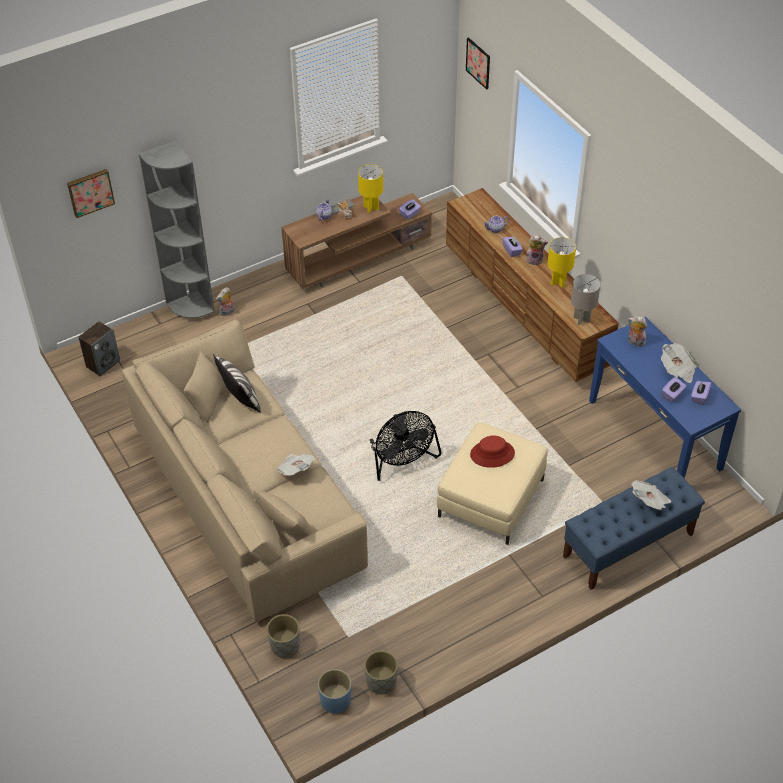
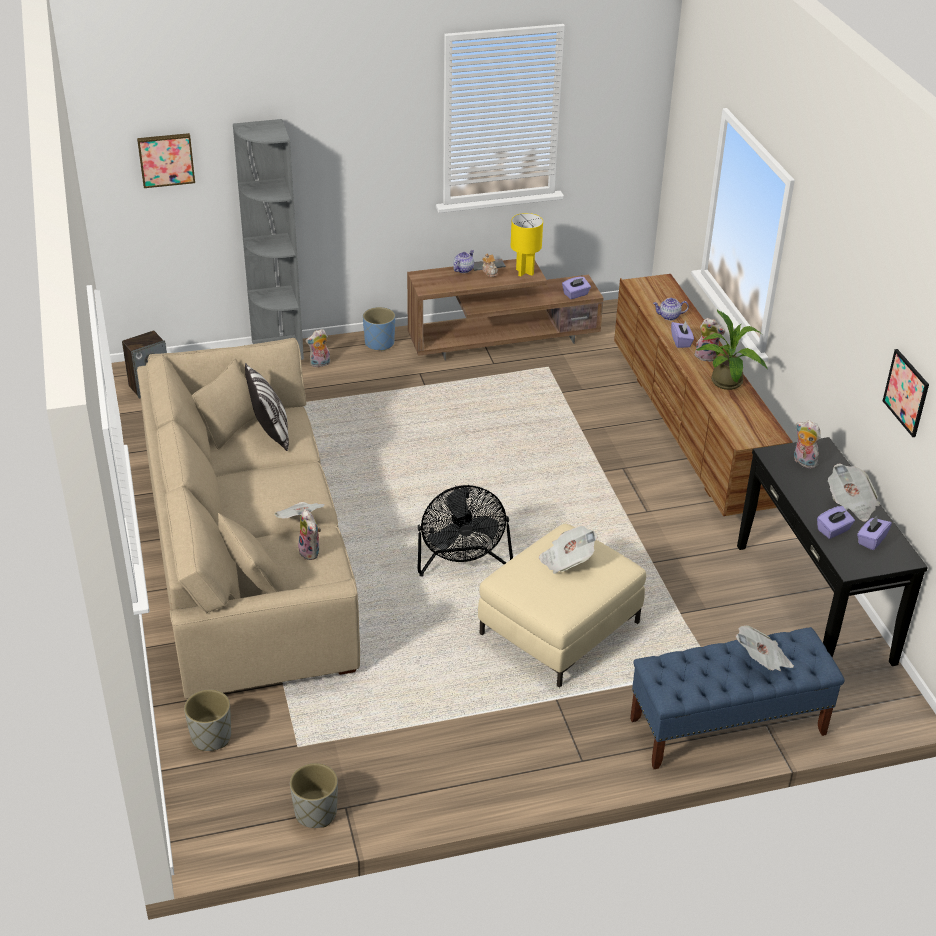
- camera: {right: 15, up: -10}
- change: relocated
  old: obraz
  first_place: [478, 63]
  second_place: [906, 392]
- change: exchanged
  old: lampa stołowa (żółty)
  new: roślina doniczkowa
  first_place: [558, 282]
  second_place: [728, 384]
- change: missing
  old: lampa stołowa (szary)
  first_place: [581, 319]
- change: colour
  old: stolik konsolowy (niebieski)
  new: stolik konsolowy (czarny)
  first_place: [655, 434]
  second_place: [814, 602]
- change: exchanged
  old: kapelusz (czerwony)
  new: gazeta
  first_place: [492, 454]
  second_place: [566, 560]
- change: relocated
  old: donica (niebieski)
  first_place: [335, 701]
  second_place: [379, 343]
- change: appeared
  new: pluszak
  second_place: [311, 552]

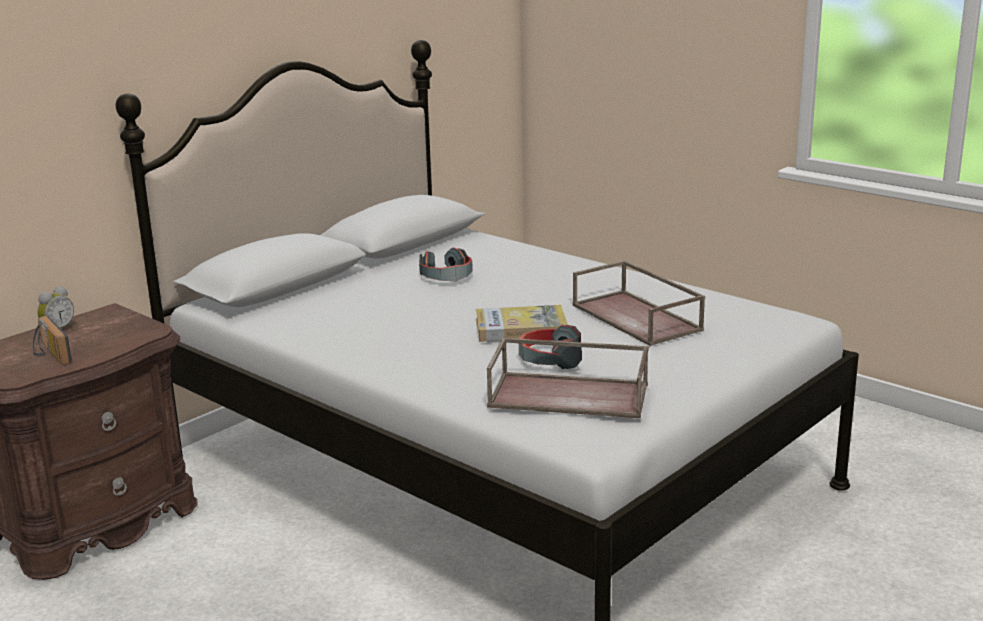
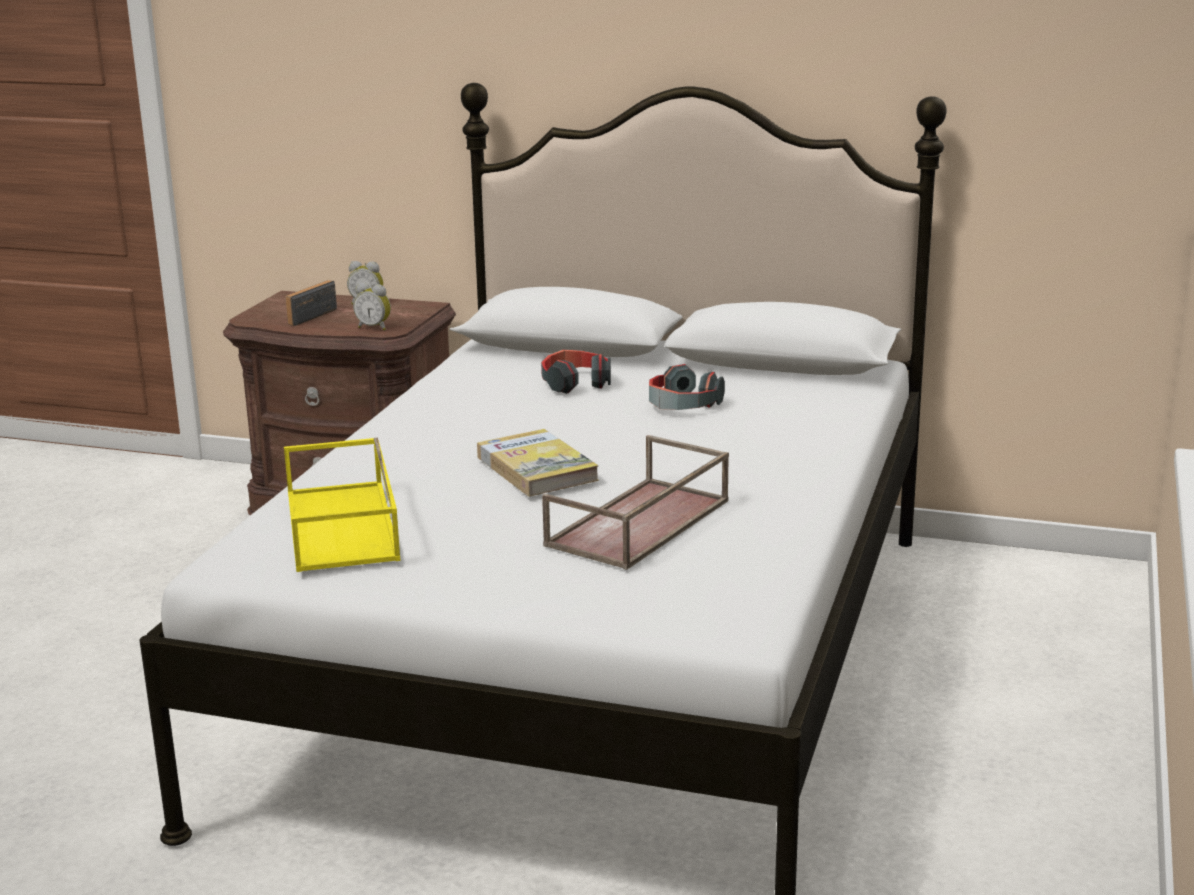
- camera: {right: 65, up: 0}
- change: relocated
  old: słuchawki
  first_place: [550, 359]
  second_place: [575, 383]
- change: colour
  old: taca (brązowy)
  new: taca (żółty)
  first_place: [570, 395]
  second_place: [344, 526]
- change: appeared
  new: budzik
  second_place: [374, 327]

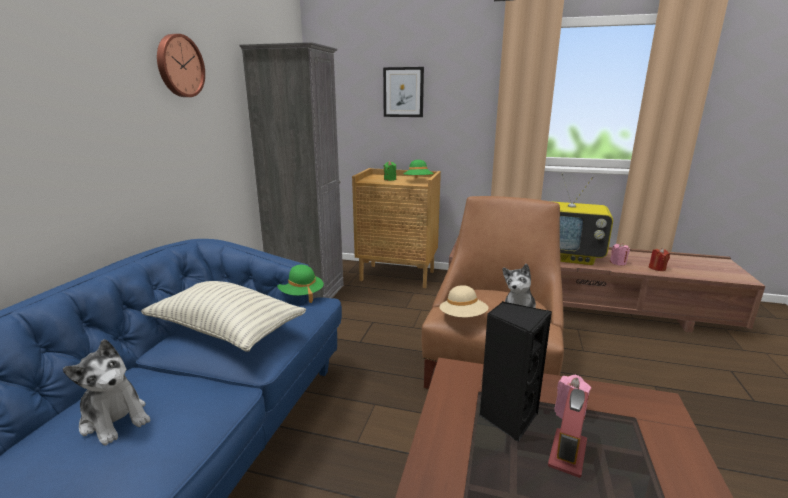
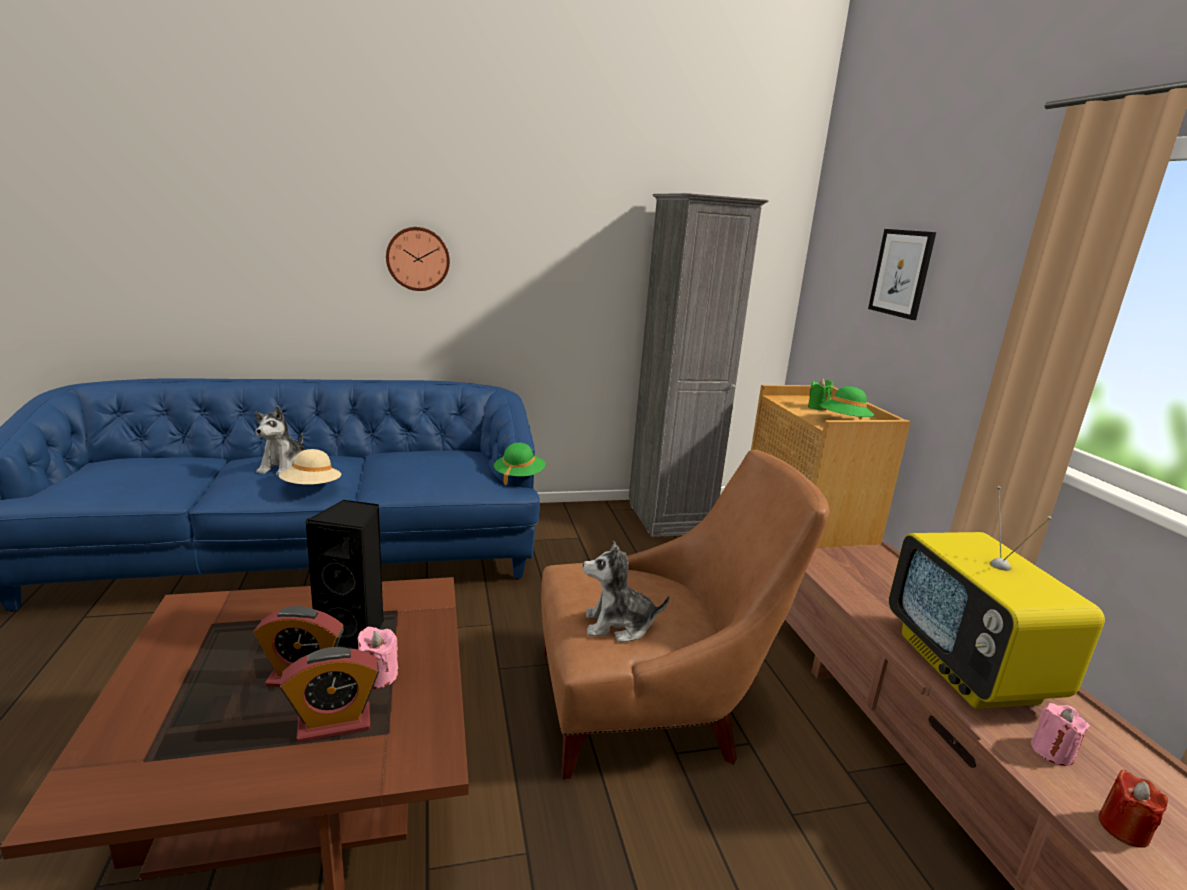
- camera: {right: 60, up: 0}
- change: relocated
  old: zegar ścienny
  first_place: [179, 66]
  second_place: [418, 258]
- change: missing
  old: poduszka
  first_place: [226, 330]
- change: relocated
  old: kapelusz (beżowy)
  first_place: [463, 318]
  second_place: [311, 488]
- change: appeared
  new: budzik
  second_place: [334, 723]

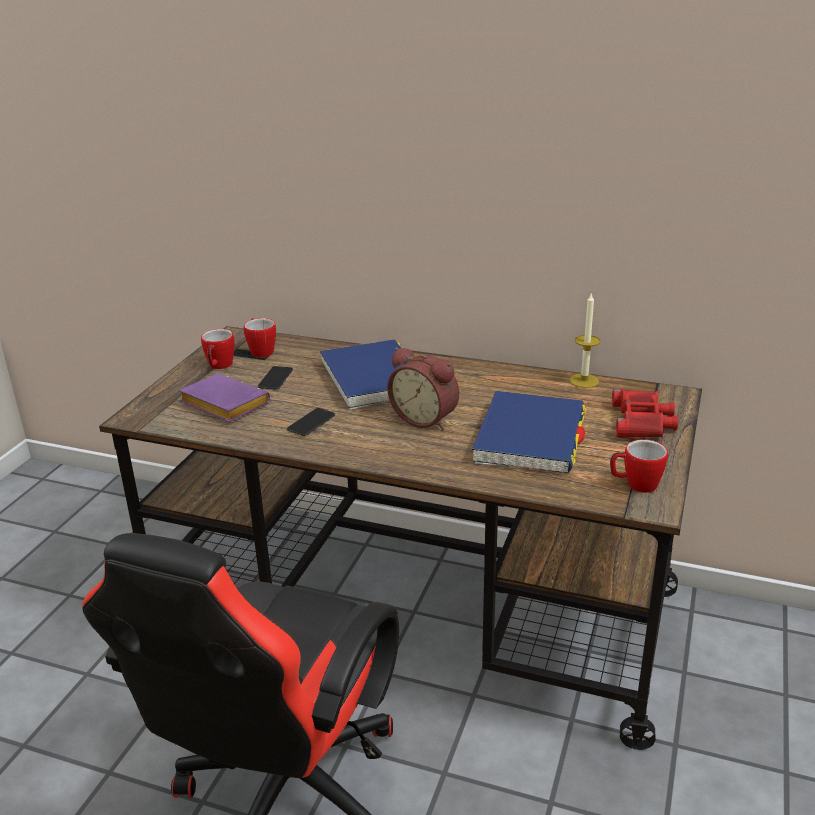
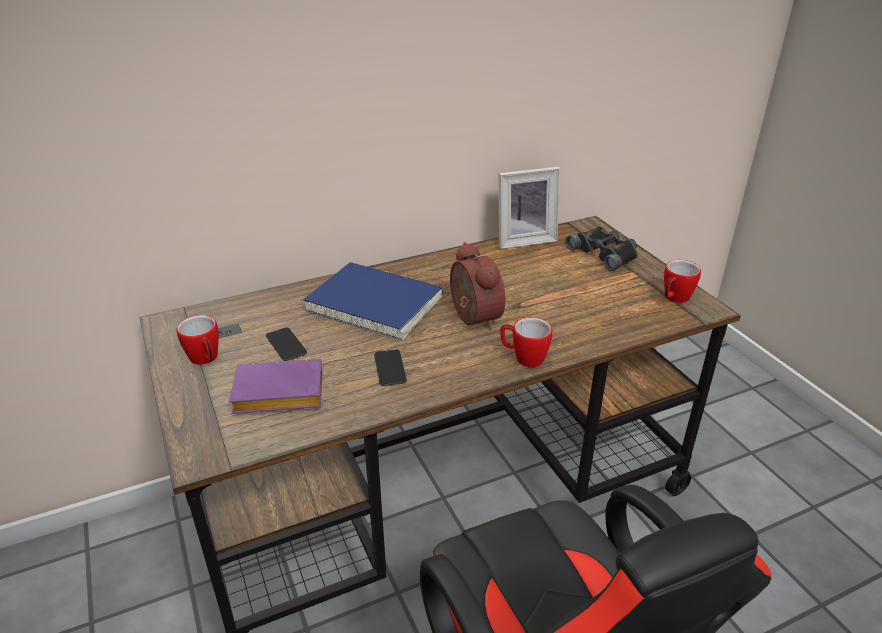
- camera: {right: -45, up: 5}
- change: exchanged
  old: świeca
  new: ramka na zdjęcie
  first_place: [584, 381]
  second_place: [524, 239]
- change: relocated
  old: kubek
  first_place: [260, 351]
  second_place: [523, 358]
- change: spun
  old: budzik
  first_place: [426, 418]
  second_place: [472, 318]
  degrees: -105
- change: colour
  old: lornetka (czerwony)
  new: lornetka (czarny)
  first_place: [642, 421]
  second_place: [605, 253]
- change: missing
  old: książka (niebieski)
  first_place: [530, 437]

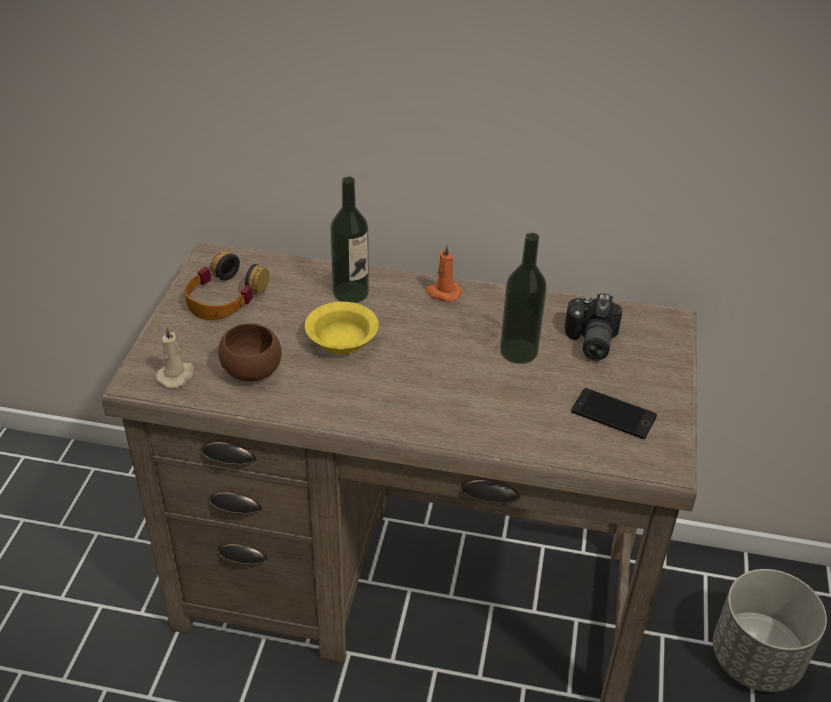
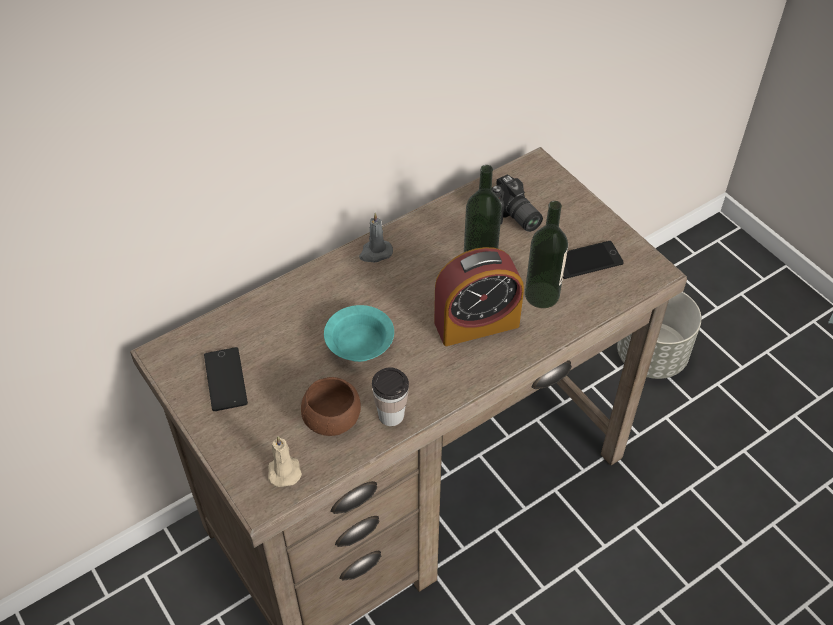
- camera: {right: -45, up: 10}
- change: relocated
  old: butelka
  first_place: [350, 292]
  second_place: [542, 295]
- change: colour
  old: świeca (pomarańczowy)
  new: świeca (szary)
  first_place: [442, 293]
  second_place: [375, 253]
- change: exchanged
  old: słuchawki
  new: telefon
  first_place: [225, 297]
  second_place: [225, 379]
- change: colour
  old: miska (żółty)
  new: miska (turkusowy)
  first_place: [343, 341]
  second_place: [361, 344]
- change: appeared
  new: budzik
  second_place: [476, 323]
- change: appeared
  new: filiżanka
  second_place: [391, 415]

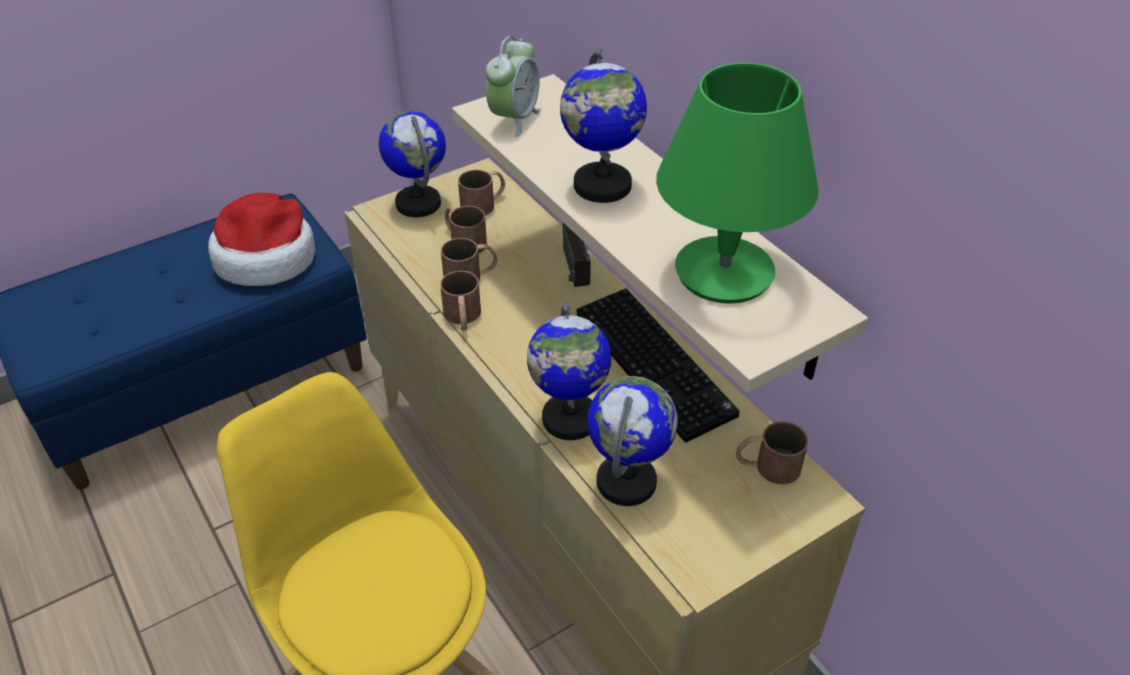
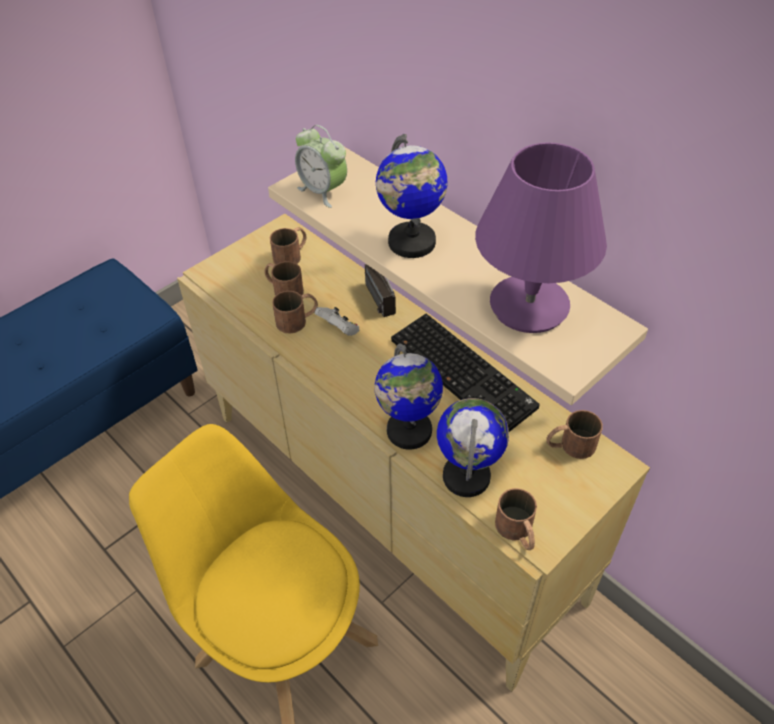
- camera: {right: -10, up: 5}
- change: spun
  old: budzik
  first_place: [514, 119]
  second_place: [323, 191]
  degrees: 120
- change: colour
  old: lampa stołowa (zielony)
  new: lampa stołowa (fioletowy)
  first_place: [723, 273]
  second_place: [528, 306]
- change: missing
  old: globus
  first_place: [418, 203]
- change: missing
  old: kapelusz
  first_place: [267, 257]
- change: relocated
  old: kubek (brązowy)
  first_place: [462, 318]
  second_place: [517, 532]
- change: appeared
  new: pad do gier (biały)
  second_place: [339, 330]

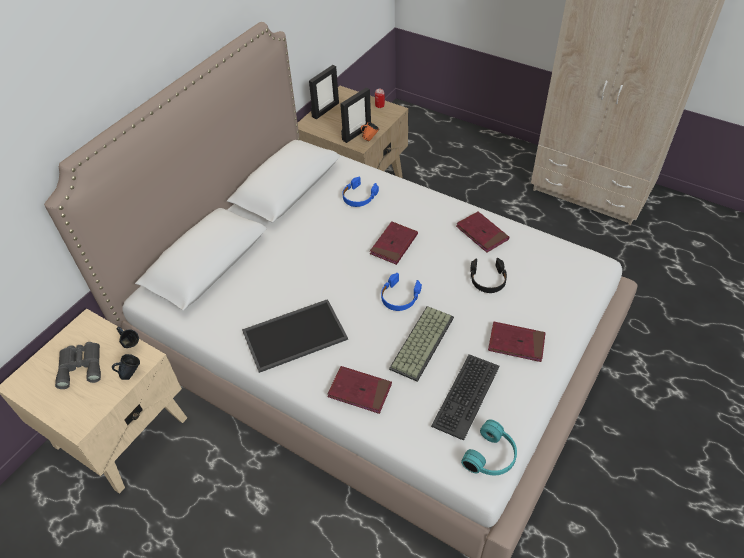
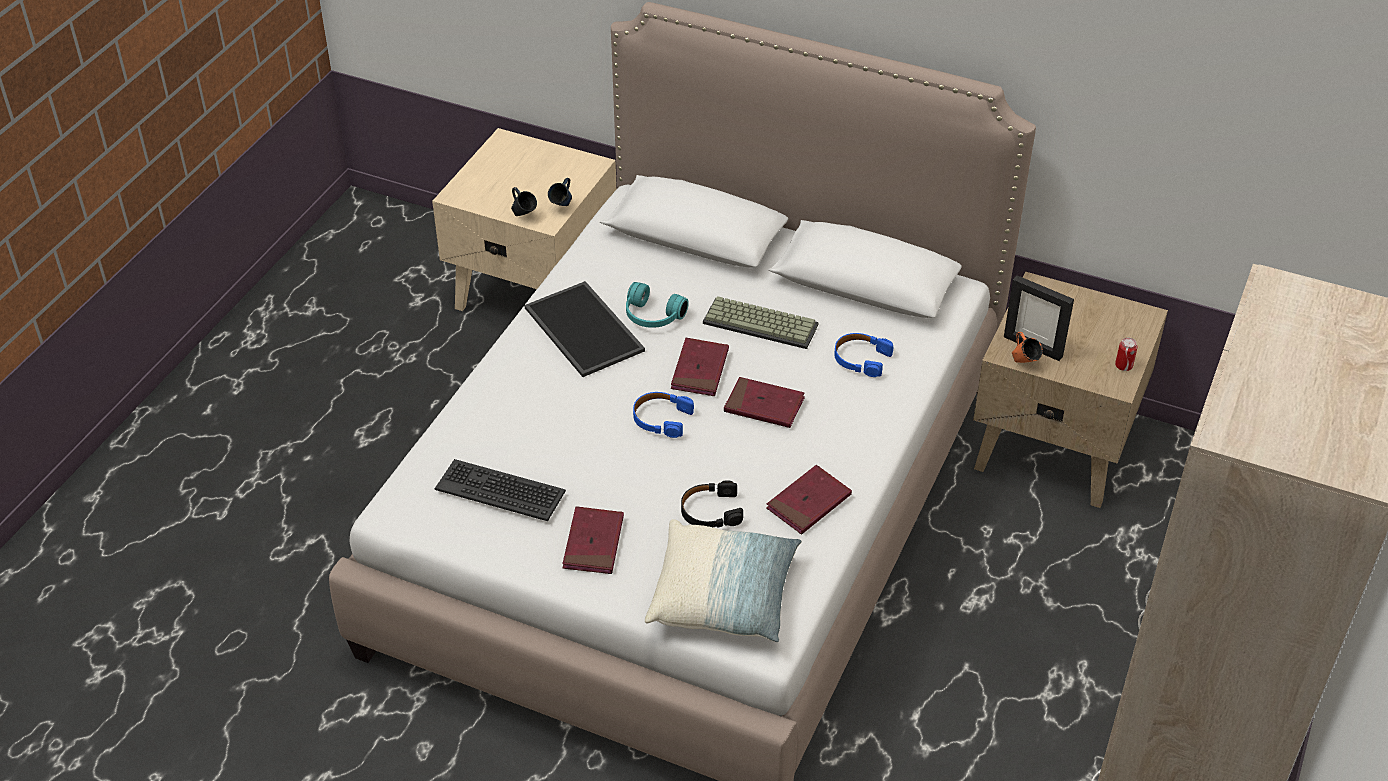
- camera: {right: 80, up: -5}
- change: missing
  old: ramka na zdjęcie
  first_place: [325, 110]
- change: relocated
  old: klawiatura
  first_place: [421, 341]
  second_place: [762, 323]
- change: missing
  old: lornetka (szary)
  first_place: [81, 365]
- change: relocated
  old: książka (czerwony)
  first_place: [360, 391]
  second_place: [700, 370]
- change: relocated
  old: słuchawki (turkusowy)
  first_place: [492, 456]
  second_place: [652, 317]
- change: appeared
  new: poduszka
  second_place: [723, 596]

